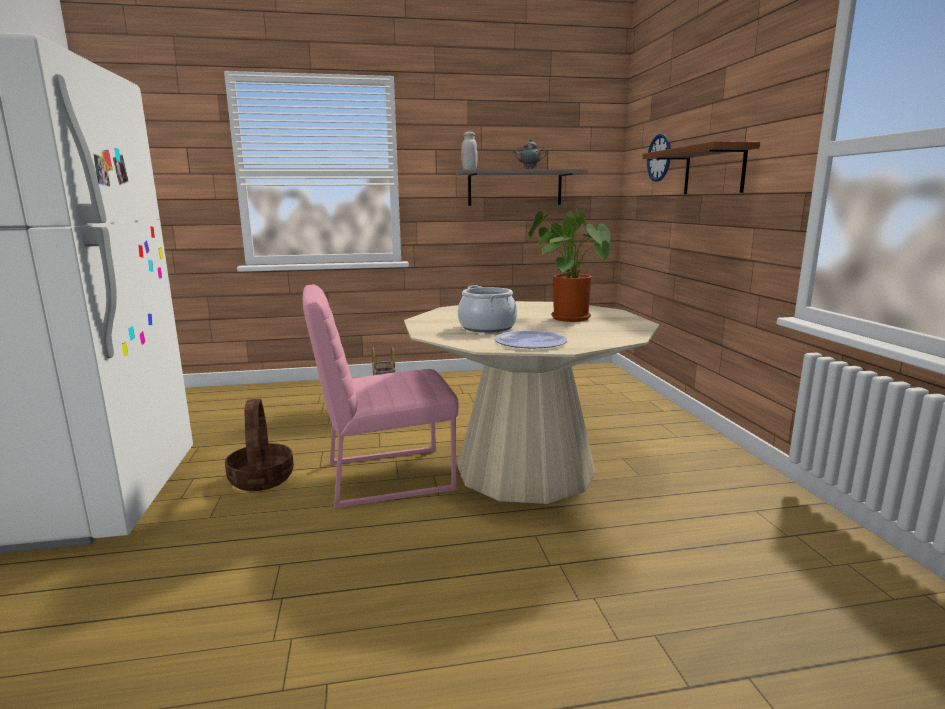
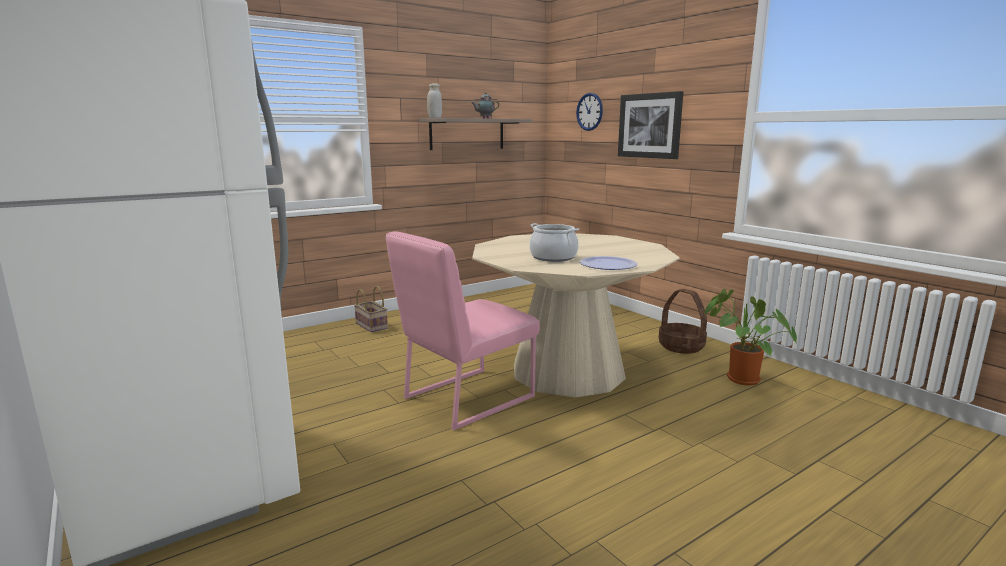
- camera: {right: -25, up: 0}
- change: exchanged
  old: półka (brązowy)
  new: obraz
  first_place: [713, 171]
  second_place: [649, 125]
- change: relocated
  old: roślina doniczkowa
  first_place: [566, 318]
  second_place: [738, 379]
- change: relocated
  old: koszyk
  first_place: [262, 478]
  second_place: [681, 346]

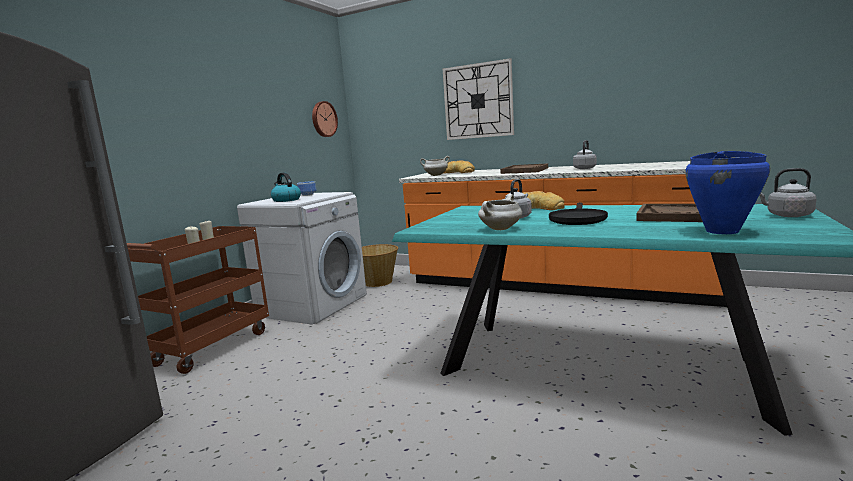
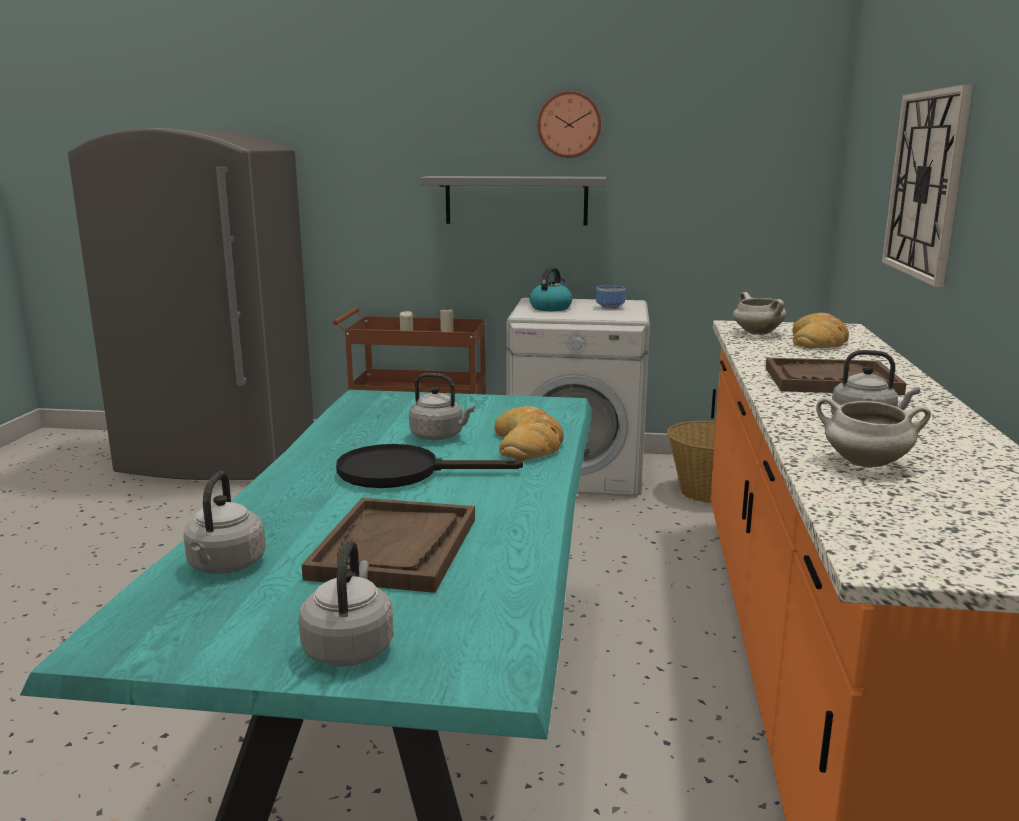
- camera: {right: 70, up: 5}
- change: relocated
  old: zegar ścienny
  first_place: [323, 119]
  second_place: [569, 124]
- change: exchanged
  old: garnek (niebieski)
  new: czajnik (szary)
  first_place: [723, 231]
  second_place: [225, 566]
- change: relocated
  old: garnek (biały)
  first_place: [500, 229]
  second_place: [864, 463]
- change: appeared
  new: półka (szary)
  second_place: [516, 200]

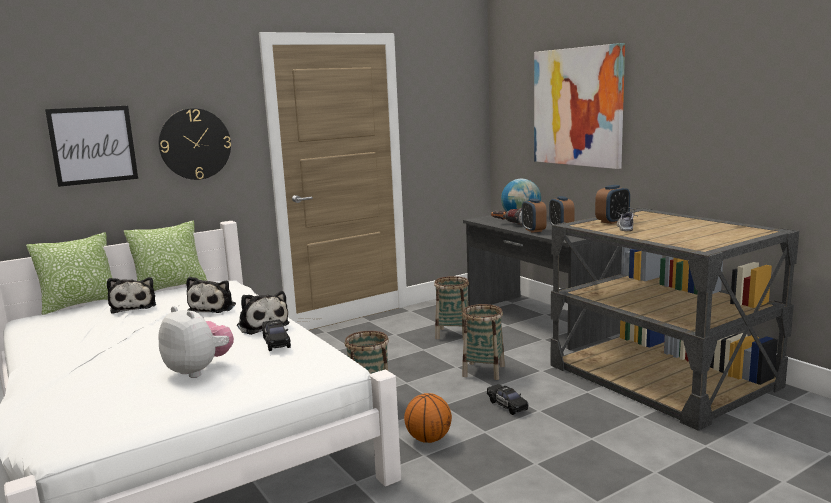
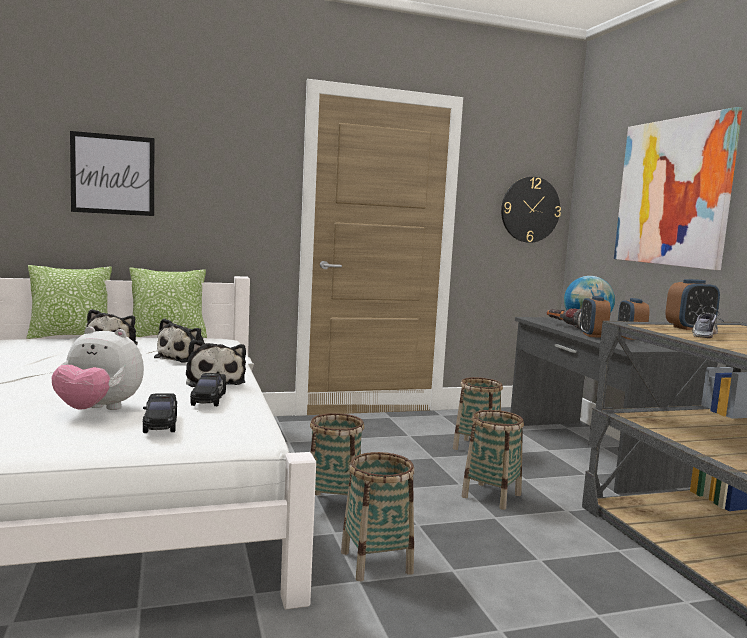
- camera: {right: 15, up: -5}
- change: relocated
  old: zegar ścienny
  first_place: [195, 144]
  second_place: [530, 209]
- change: spun
  old: pluszak
  first_place: [199, 370]
  second_place: [98, 410]
  degrees: 135
- change: relocated
  old: samochodzik (czarny)
  first_place: [507, 405]
  second_place: [160, 423]
- change: exchanged
  old: piłka do koszykówki
  new: koszyk
  first_place: [428, 439]
  second_place: [376, 562]

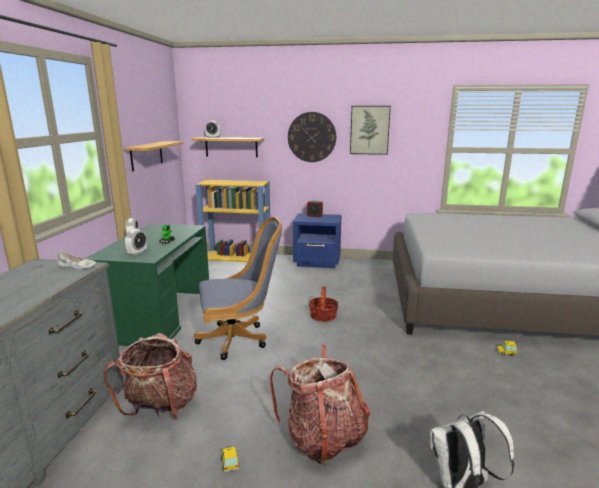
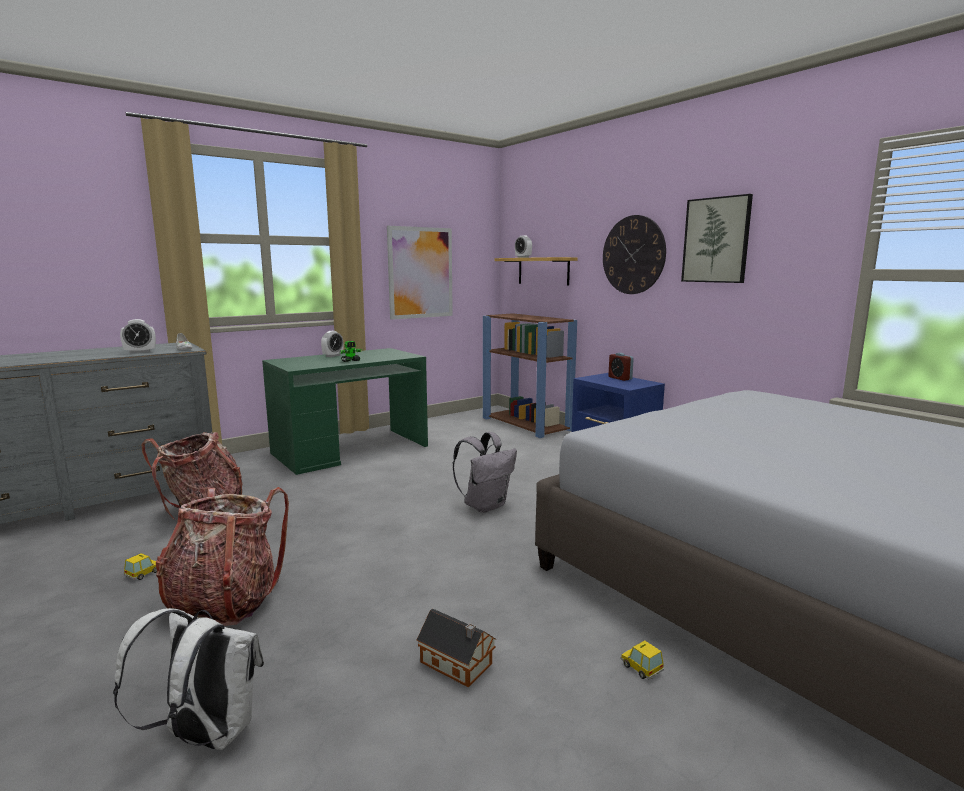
- camera: {right: 45, up: -5}
- change: exchanged
  old: półka
  new: obraz
  first_place: [146, 155]
  second_place: [420, 273]
- change: colour
  old: regał (żółty)
  new: regał (brązowy)
  first_place: [237, 258]
  second_place: [526, 424]
- change: missing
  old: krzesło biurowe (niebieski)
  first_place: [239, 339]
- change: relocated
  old: budzik
  first_place: [137, 253]
  second_place: [140, 352]
- change: exchanged
  old: koszyk
  new: plecak (szary)
  first_place: [323, 316]
  second_place: [485, 505]
- change: appeared
  new: domek
  second_place: [458, 664]

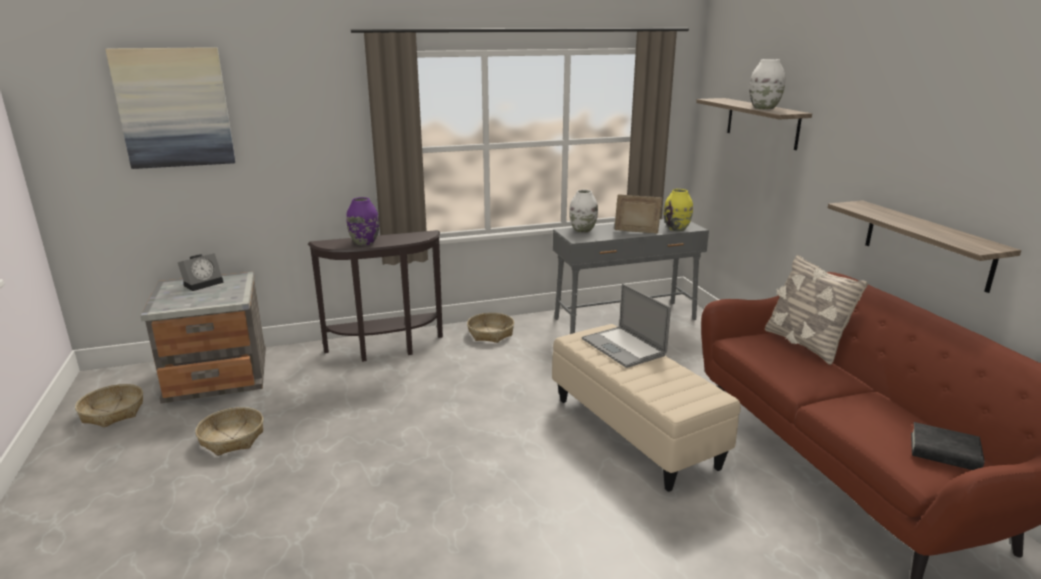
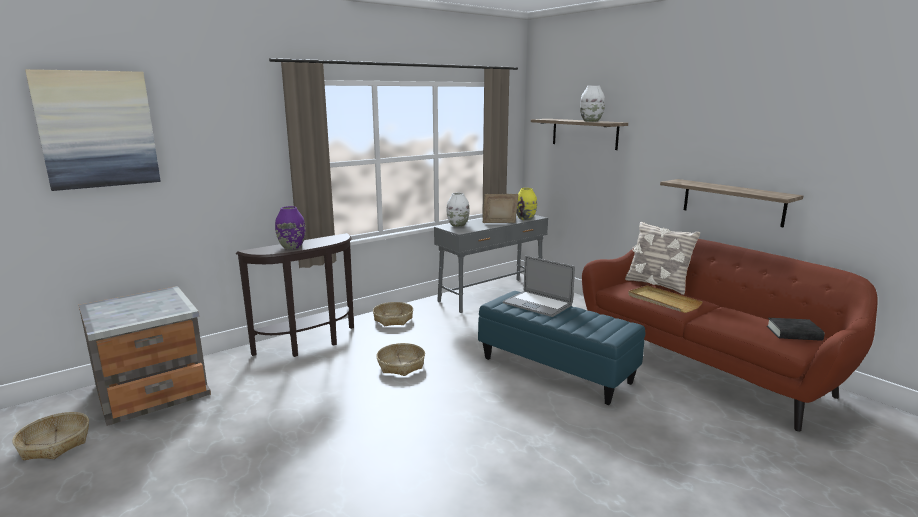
- camera: {right: -20, up: -5}
- change: missing
  old: budzik
  first_place: [204, 283]
- change: colour
  old: pufa (beżowy)
  new: pufa (niebieski)
  first_place: [635, 432]
  second_place: [556, 370]
- change: relocated
  old: koszyk
  first_place: [232, 438]
  second_place: [401, 365]
- change: appeared
  new: taca (beżowy)
  second_place: [663, 301]

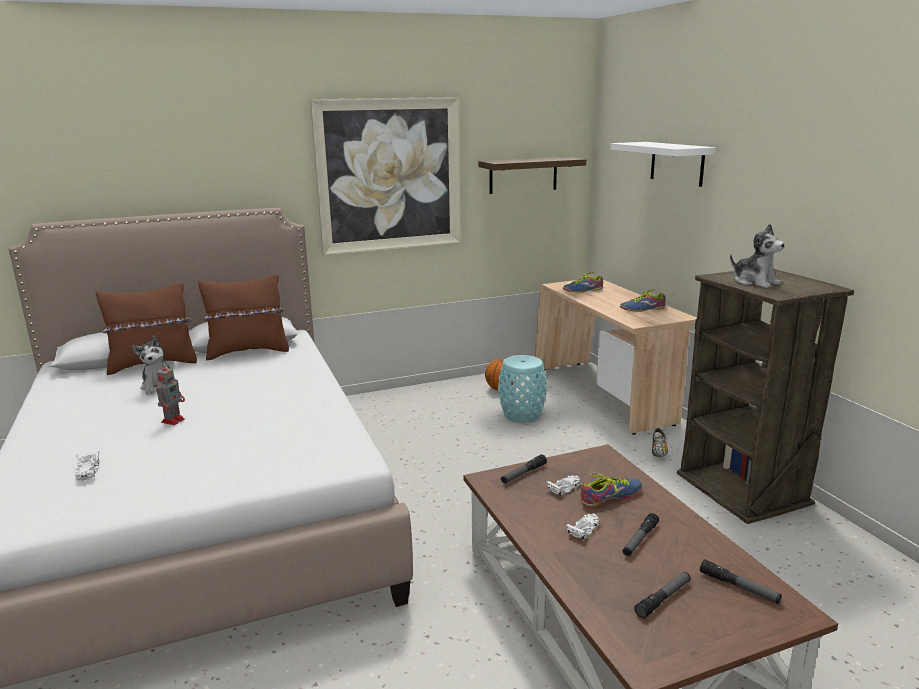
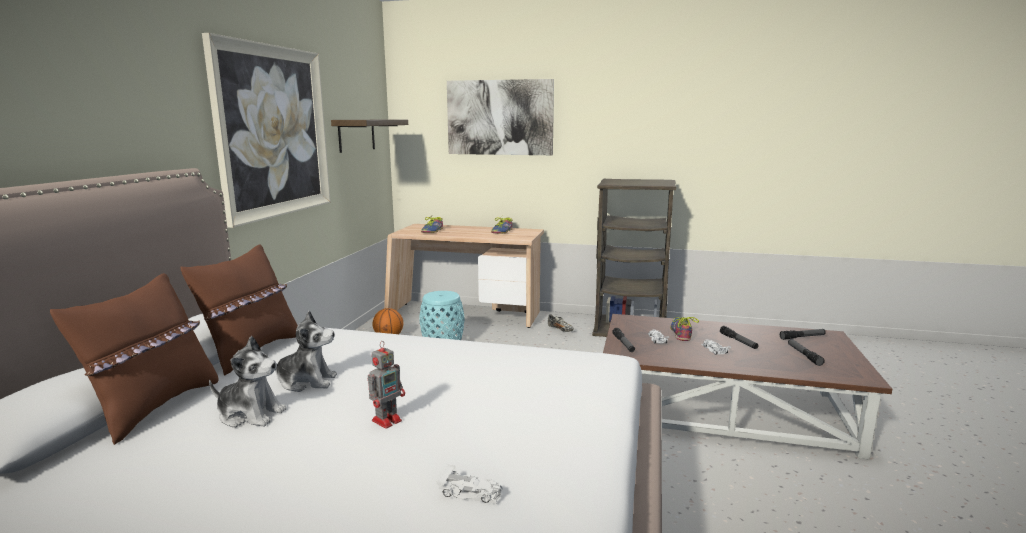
- camera: {right: -55, up: -5}
- change: exchanged
  old: półka (biały)
  new: obraz
  first_place: [677, 163]
  second_place: [499, 117]
- change: relocated
  old: pluszak
  first_place: [754, 282]
  second_place: [306, 381]
- change: spun
  old: robot zabawkowy
  first_place: [173, 420]
  second_place: [388, 420]
  degrees: 75

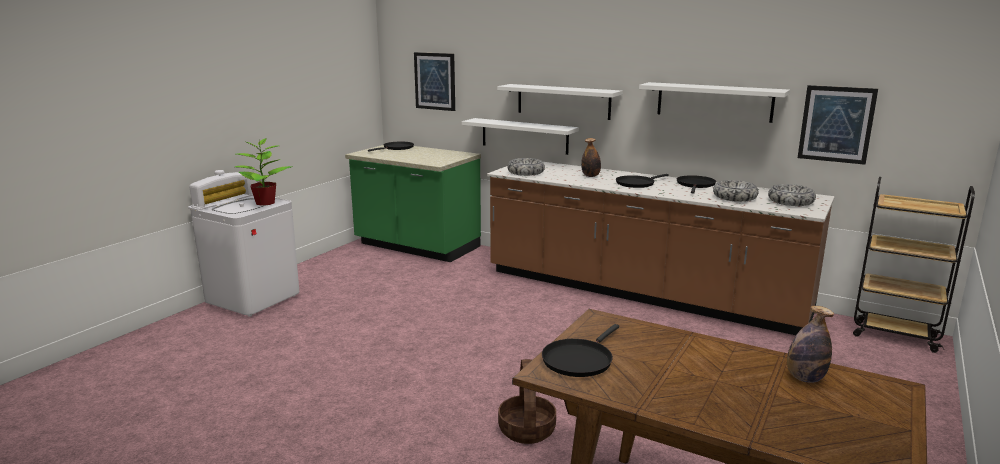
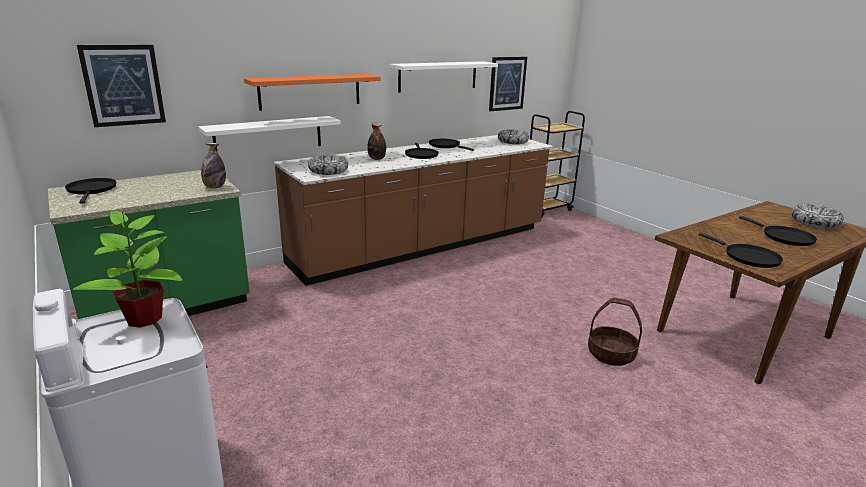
- camera: {right: -65, up: 5}
- change: colour
  old: półka (biały)
  new: półka (pomarańczowy)
  first_place: [563, 101]
  second_place: [310, 91]
- change: relocated
  old: miska
  first_place: [734, 197]
  second_place: [814, 222]
- change: relocated
  old: butelka
  first_place: [805, 378]
  second_place: [215, 187]
- change: appeared
  new: patelnia (czarny)
  second_place: [784, 237]

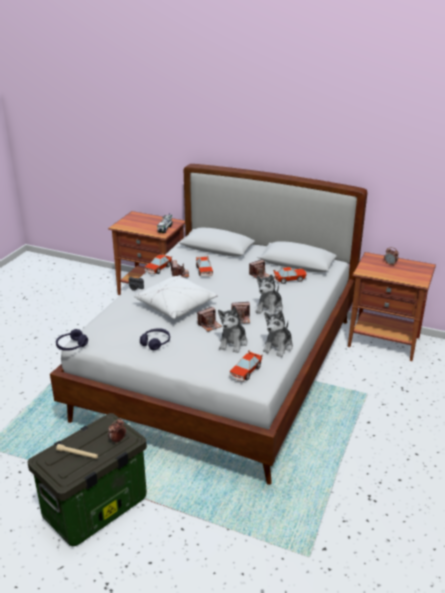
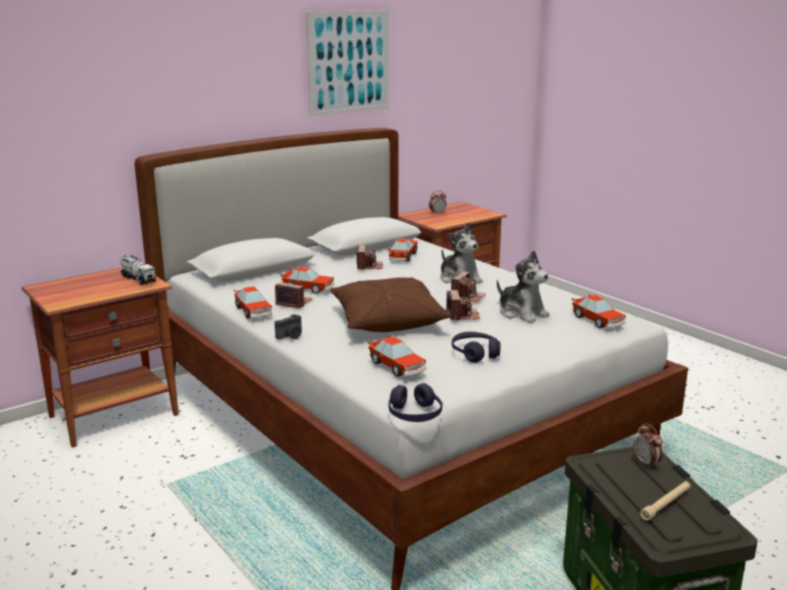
- camera: {right: -60, up: -10}
- change: colour
  old: poduszka (biały)
  new: poduszka (brązowy)
  first_place: [176, 306]
  second_place: [387, 321]
- change: missing
  old: pluszak
  first_place: [278, 346]
- change: appeared
  new: obraz
  second_place: [349, 62]
- change: appeared
  new: samochodzik
  second_place: [397, 367]

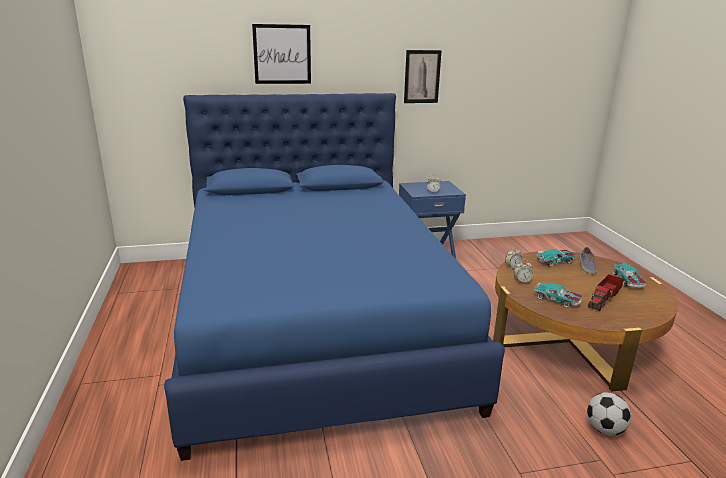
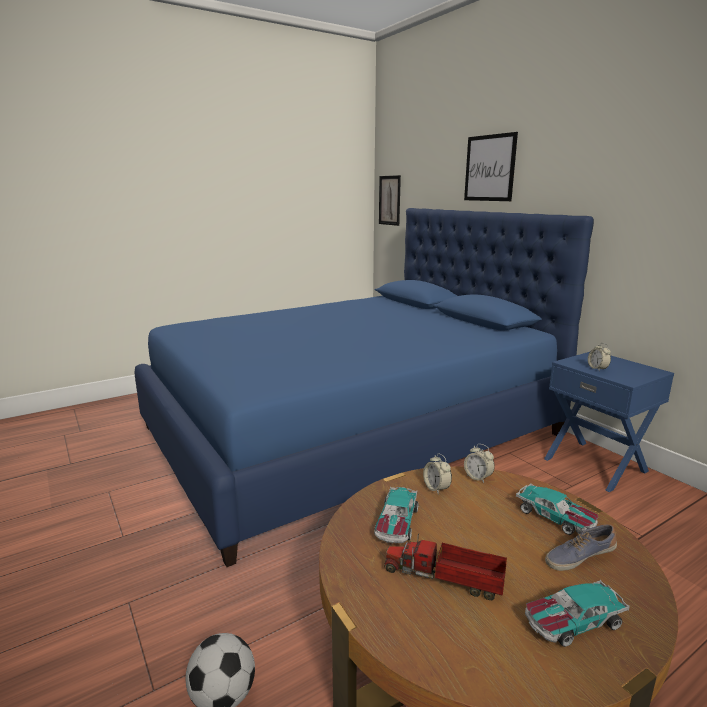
- camera: {right: 70, up: -5}
- change: relocated
  old: obraz
  first_place: [422, 76]
  second_place: [389, 200]

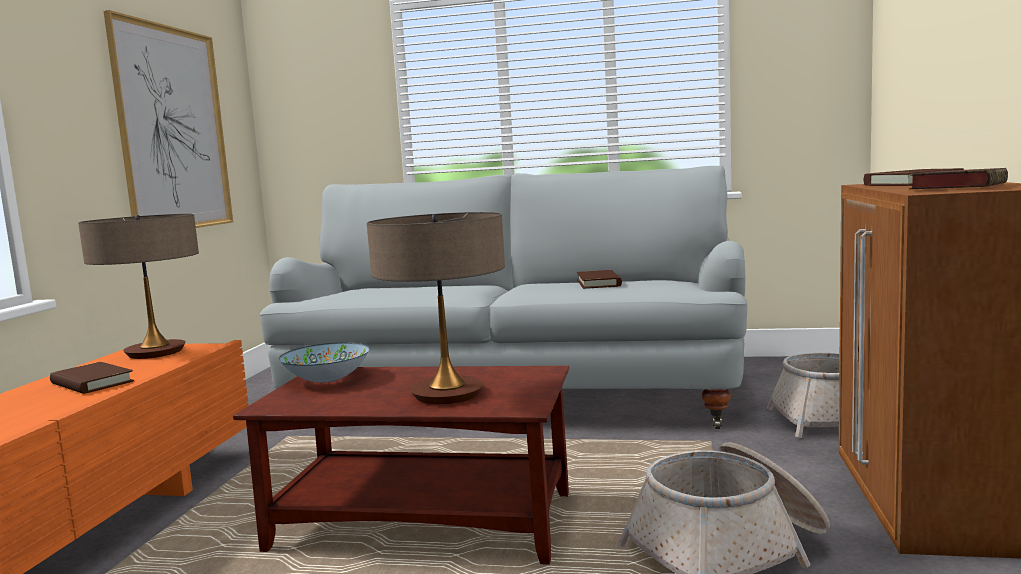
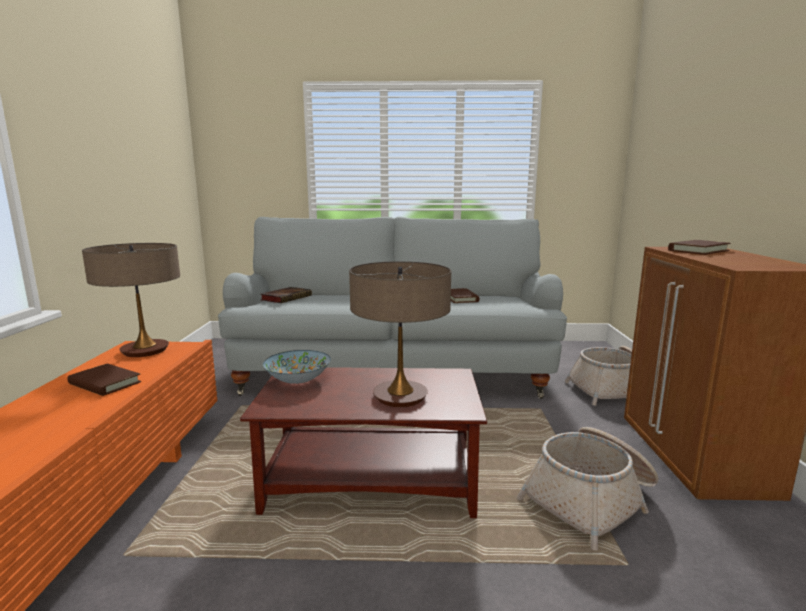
- camera: {right: -10, up: 5}
- change: missing
  old: obraz
  first_place: [173, 129]
- change: relocated
  old: książka
  first_place: [958, 187]
  second_place: [287, 298]

